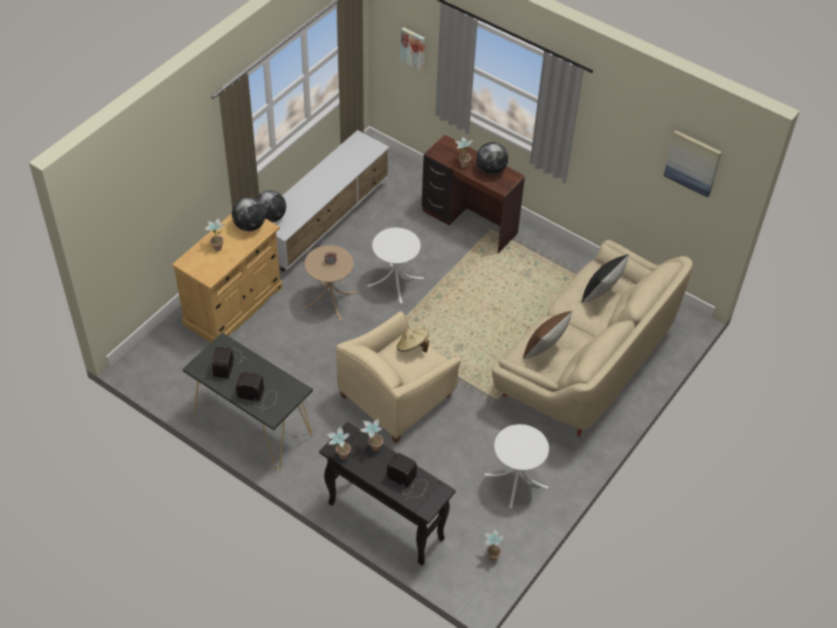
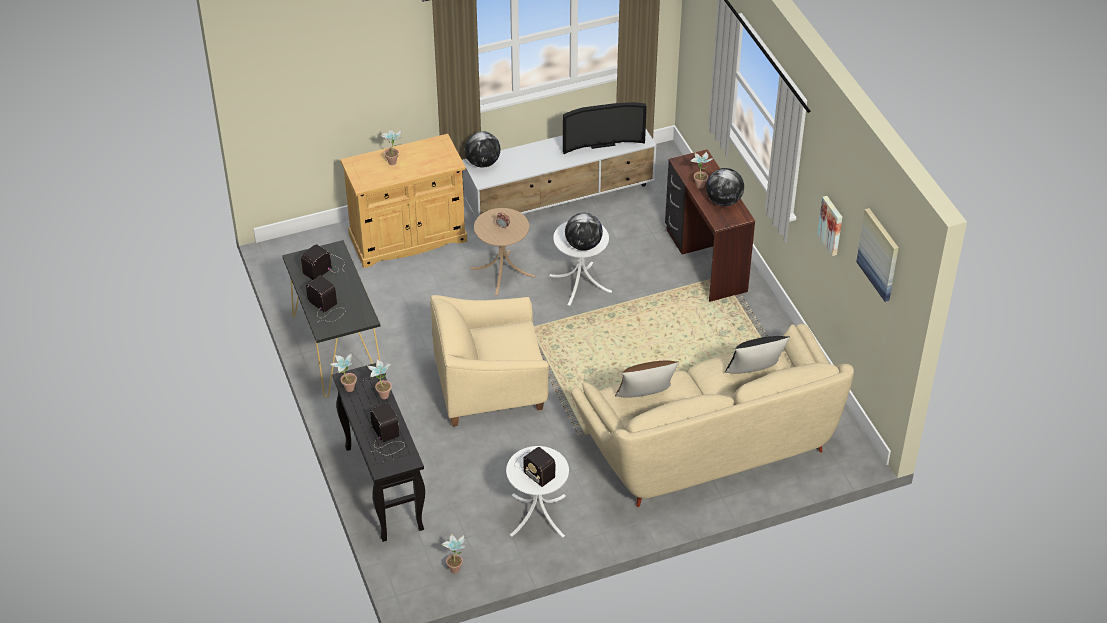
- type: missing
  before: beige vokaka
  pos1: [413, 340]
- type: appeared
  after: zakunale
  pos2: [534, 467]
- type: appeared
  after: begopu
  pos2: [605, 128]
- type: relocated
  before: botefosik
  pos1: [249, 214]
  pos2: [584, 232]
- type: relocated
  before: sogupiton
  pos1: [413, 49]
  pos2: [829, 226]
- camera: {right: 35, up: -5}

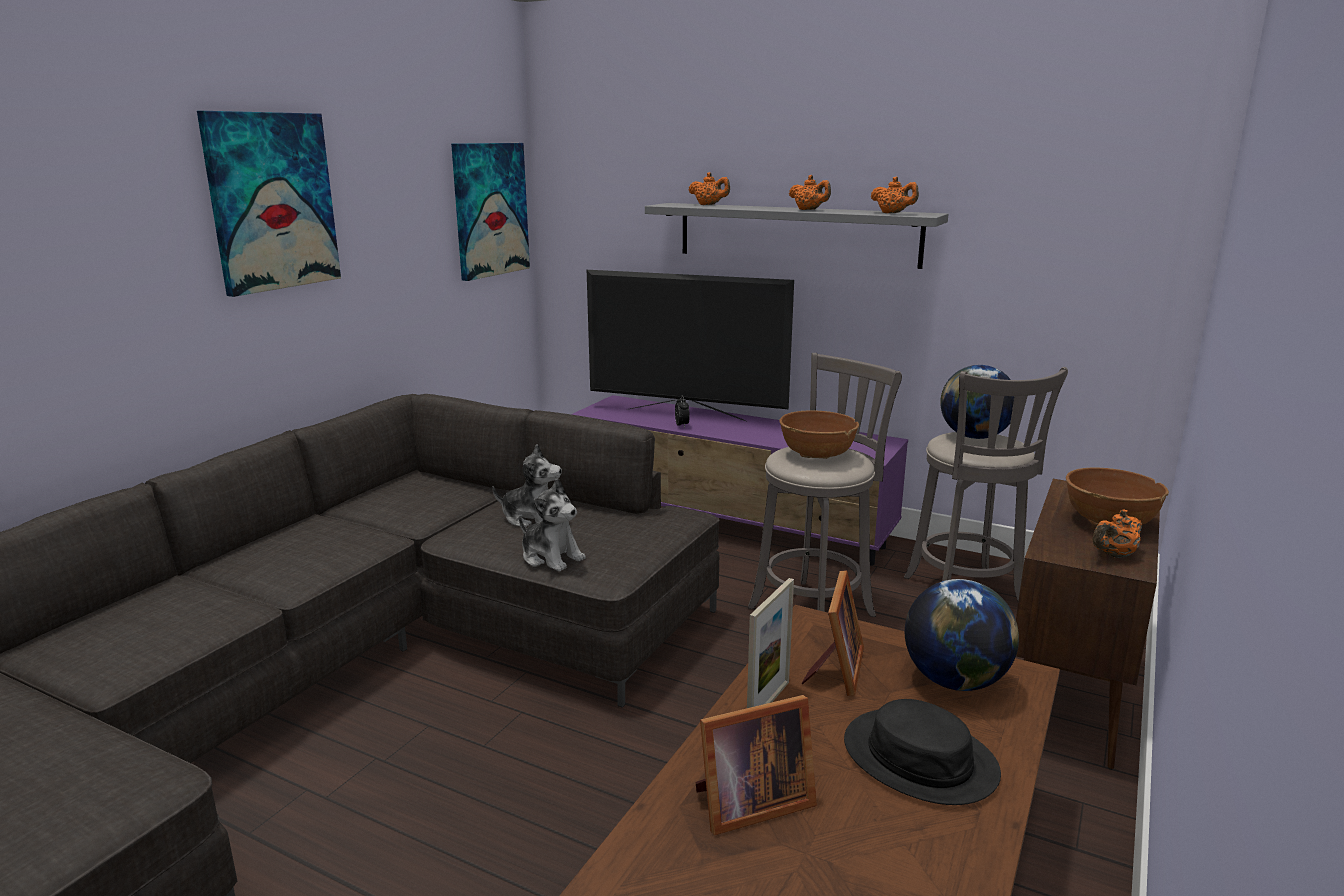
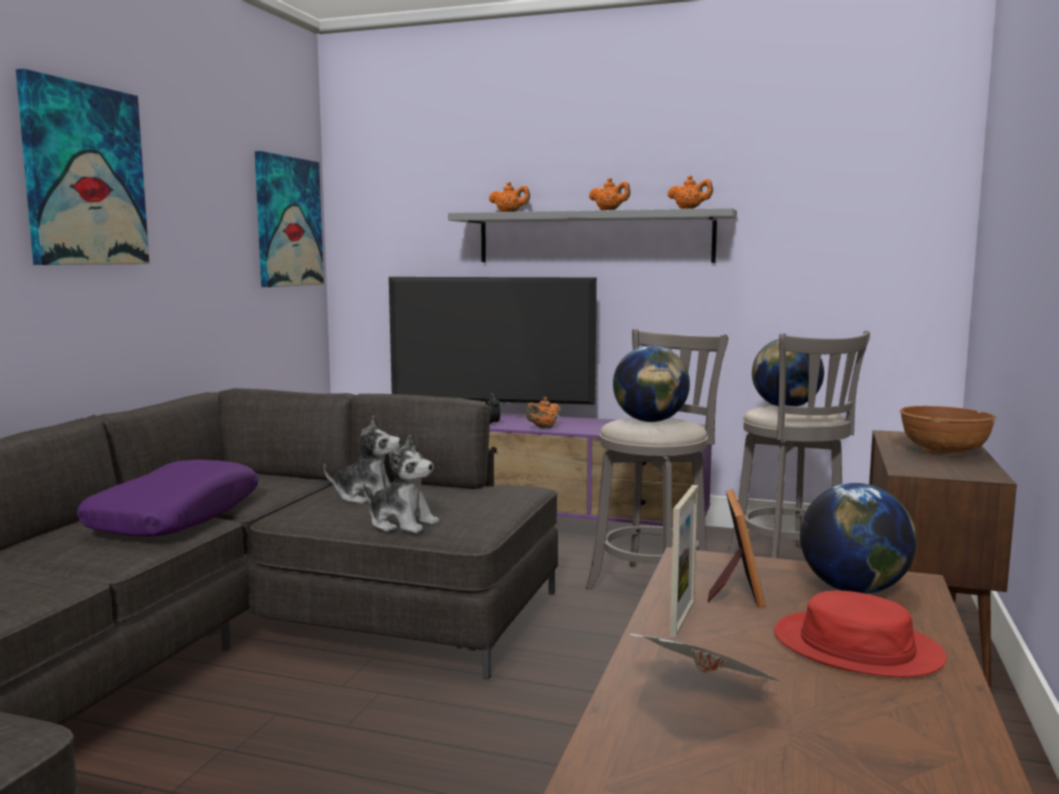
- type: appeared
  after: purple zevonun
  pos2: [167, 498]
- type: relocated
  before: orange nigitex
  pos1: [1117, 533]
  pos2: [543, 412]
- type: exchanged
  before: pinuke
  after: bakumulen
  pos1: [756, 765]
  pos2: [704, 657]
- type: exchanged
  before: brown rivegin
  after: botefosik
  pos1: [819, 434]
  pos2: [651, 383]
- type: colour
  before: black vokaka
  after: red vokaka
  pos1: [922, 752]
  pos2: [860, 634]
- camera: {right: -10, up: -10}

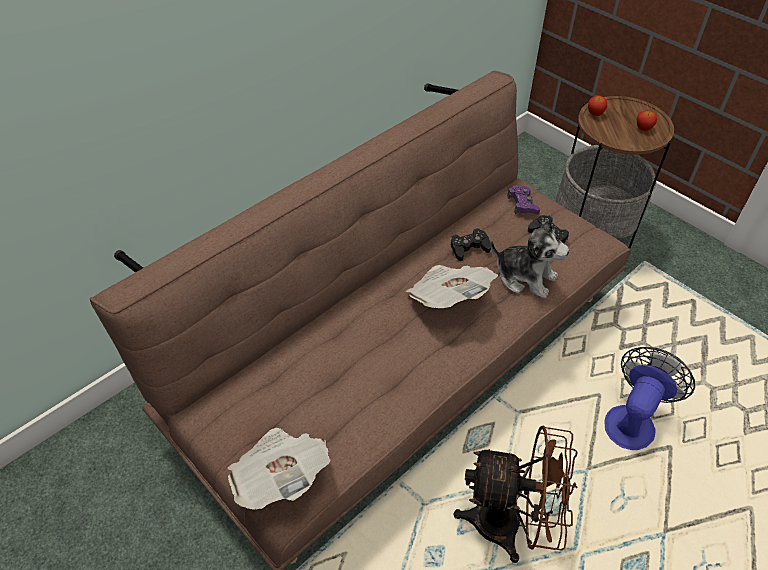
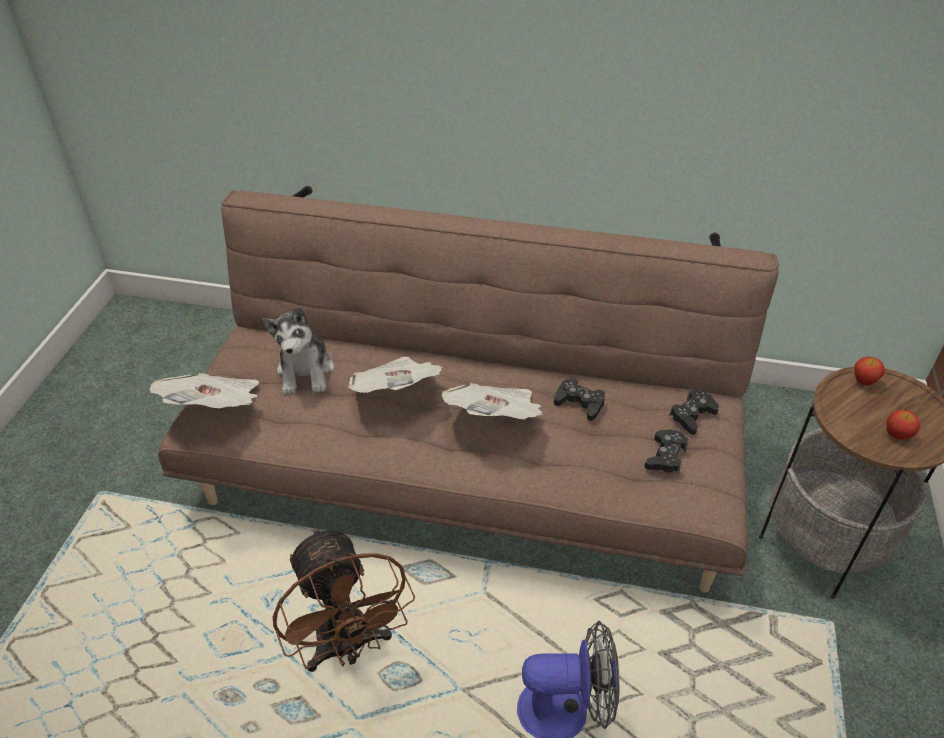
- type: appeared
  after: bakumulen
  pos2: [395, 375]
- type: relocated
  before: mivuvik
  pos1: [530, 259]
  pos2: [298, 350]
- type: colour
  before: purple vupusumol
  after: black vupusumol
  pos1: [523, 200]
  pos2: [694, 412]
- camera: {right: 55, up: -5}

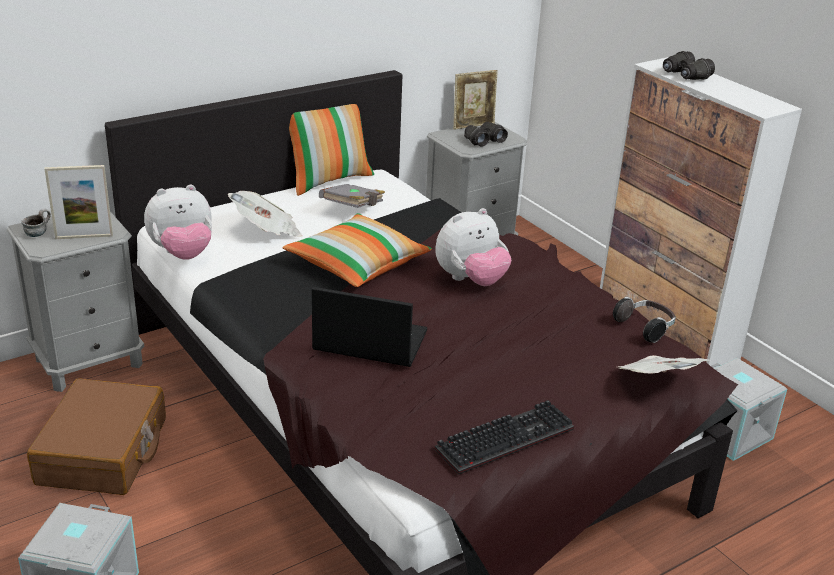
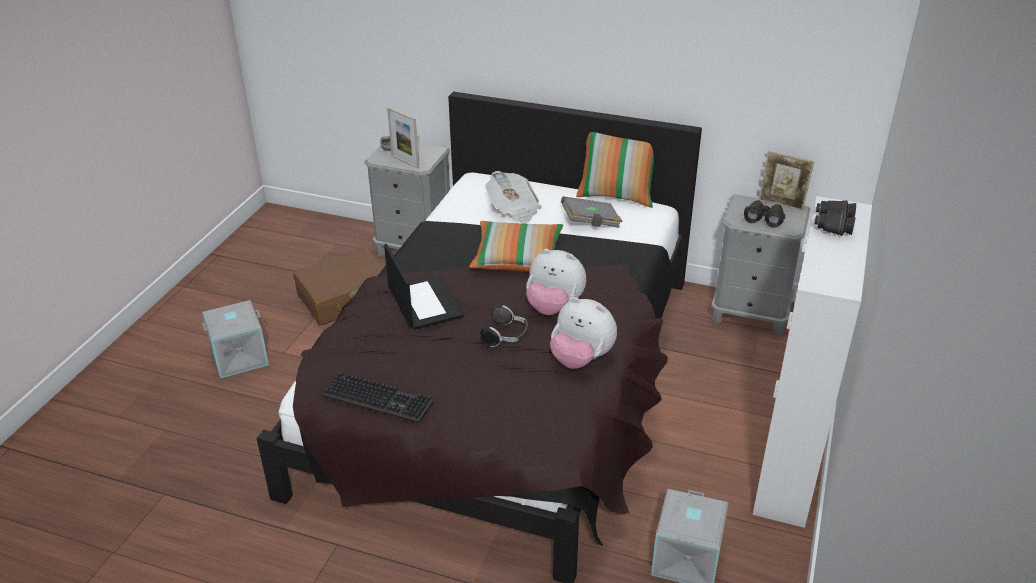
- type: missing
  before: bakumulen
  pos1: [664, 364]
- type: relocated
  before: mivuvik
  pos1: [178, 222]
  pos2: [583, 333]
- type: relocated
  before: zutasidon
  pos1: [644, 320]
  pos2: [504, 326]
- camera: {right: 55, up: 5}

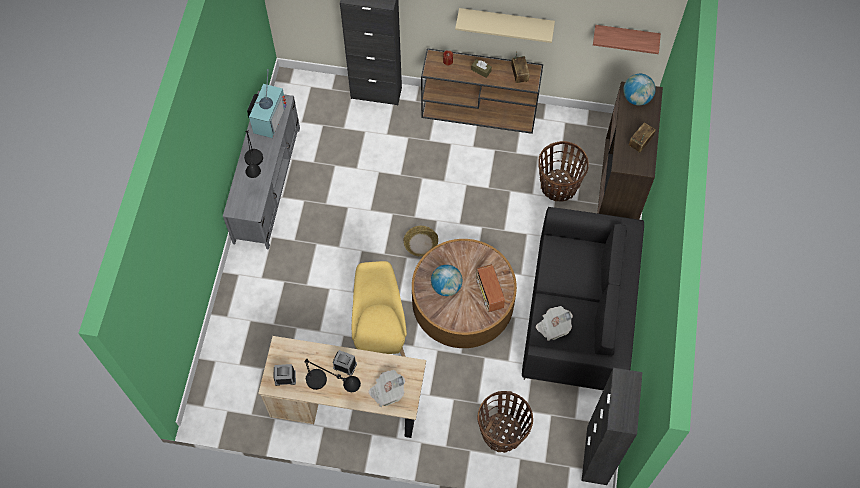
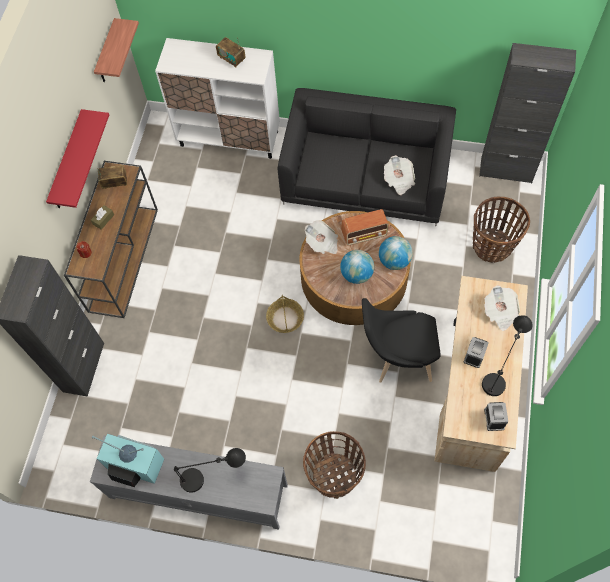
- type: appeared
  after: bakumulen
  pos2: [321, 237]
- type: relocated
  before: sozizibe
  pos1: [563, 171]
  pos2: [334, 465]
- type: relocated
  before: botefosik
  pos1: [639, 89]
  pos2: [396, 253]
- type: colour
  before: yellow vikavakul
  after: black vikavakul
  pos1: [379, 309]
  pos2: [401, 340]
- type: colour
  before: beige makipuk
  after: red makipuk
  pos1: [505, 25]
  pos2: [77, 158]
- type: colour
  before: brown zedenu
  after: white zedenu
  pos1: [630, 150]
  pos2: [217, 98]
- camera: {right: -85, up: 0}

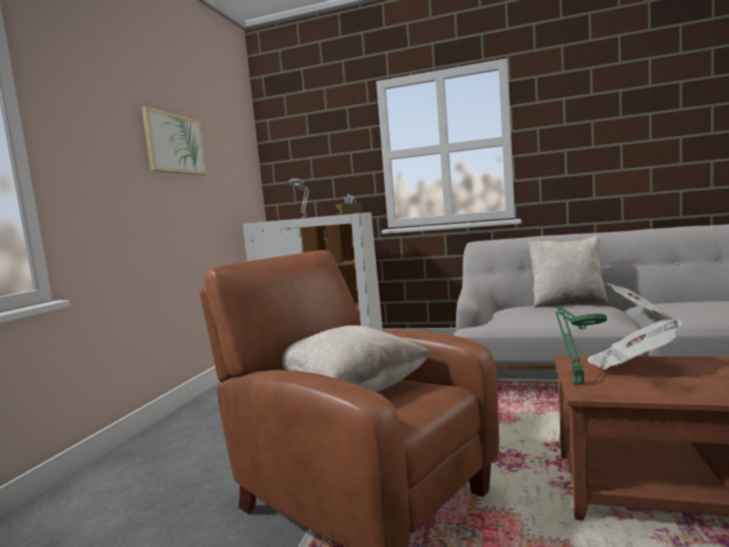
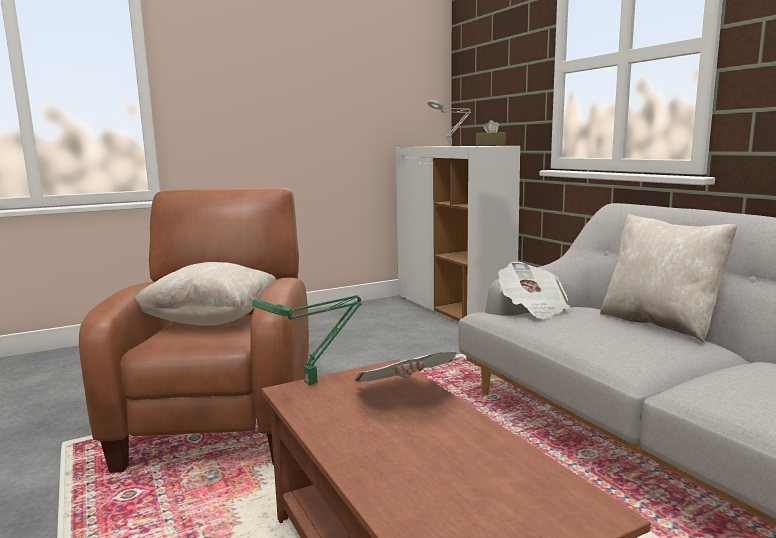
- type: missing
  before: sogupiton
  pos1: [174, 140]
- type: relocated
  before: bakumulen
  pos1: [638, 299]
  pos2: [534, 290]
- camera: {right: 45, up: 5}

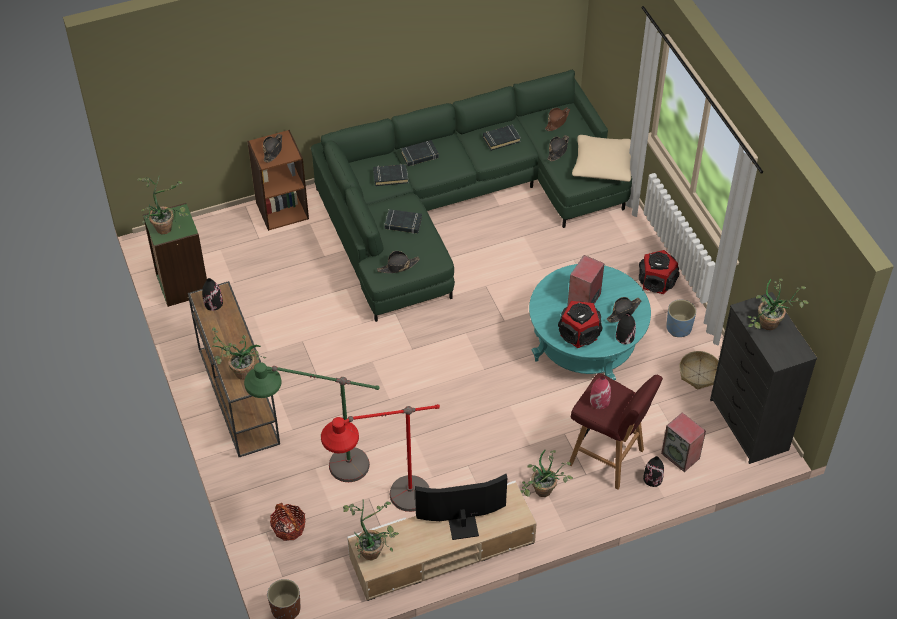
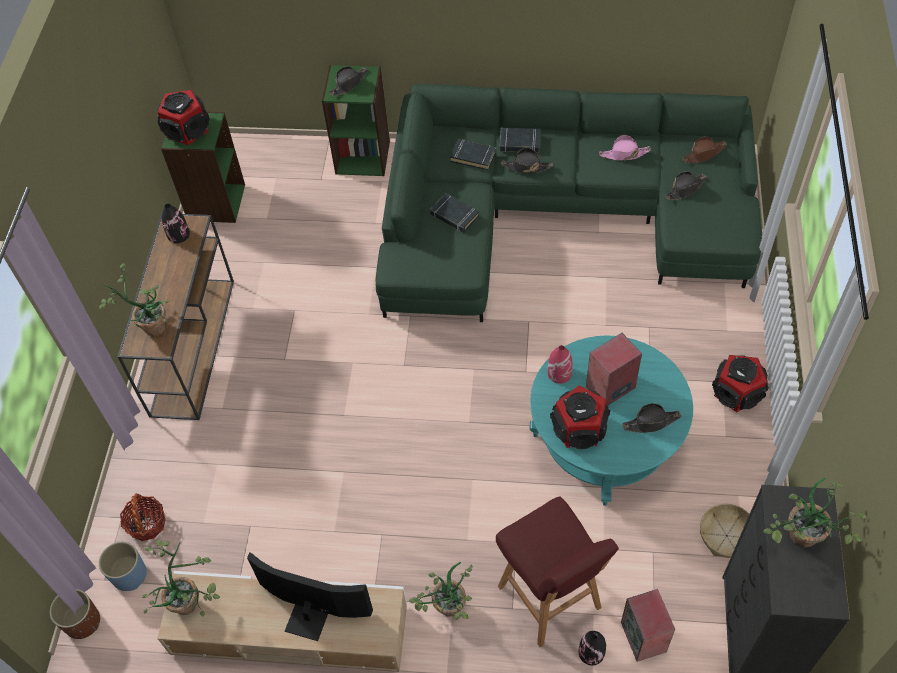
- type: missing
  before: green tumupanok
  pos1: [312, 422]
- type: missing
  before: red tumupanok
  pos1: [380, 458]
- type: missing
  before: beige zevonun
  pos1: [601, 158]
- type: missing
  before: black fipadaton
  pos1: [626, 328]
- type: relocated
  before: black vokaka
  pos1: [398, 262]
  pos2: [527, 160]
- type: relocated
  before: red fipadaton
  pos1: [600, 392]
  pos2: [559, 364]
- type: relocated
  before: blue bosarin
  pos1: [681, 318]
  pos2: [123, 566]
- type: exchanged
  before: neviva
  after: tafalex
  pos1: [163, 204]
  pos2: [183, 117]
- type: exchanged
  before: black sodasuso
  after: pink vokaka
  pos1: [502, 138]
  pos2: [625, 147]
- type: colour
  before: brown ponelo
  after: green ponelo
  pos1: [278, 180]
  pos2: [356, 120]
- camera: {right: 30, up: 5}

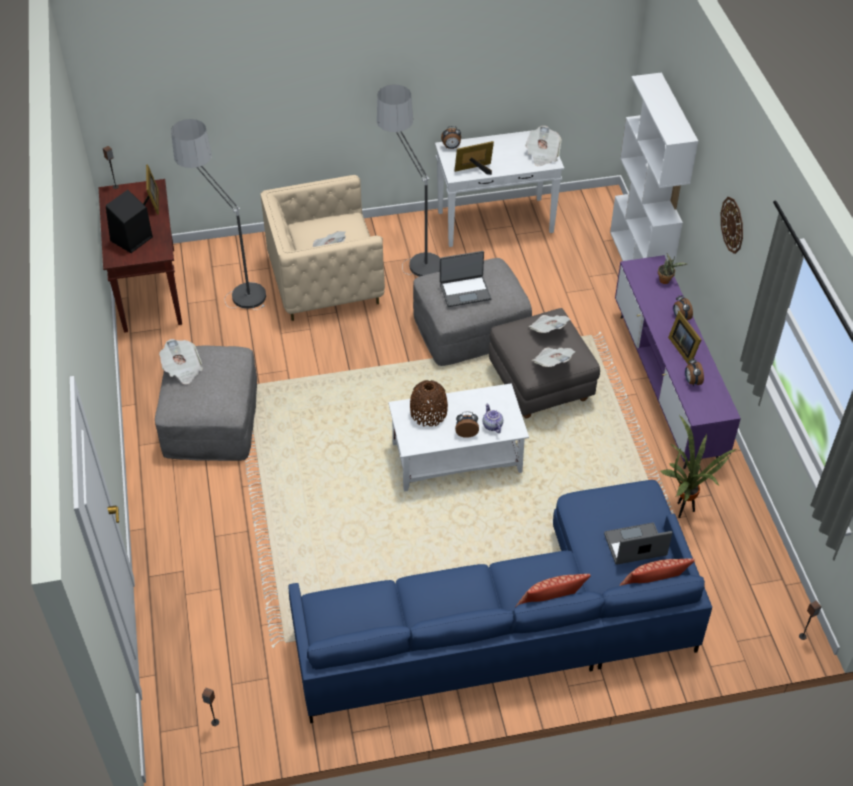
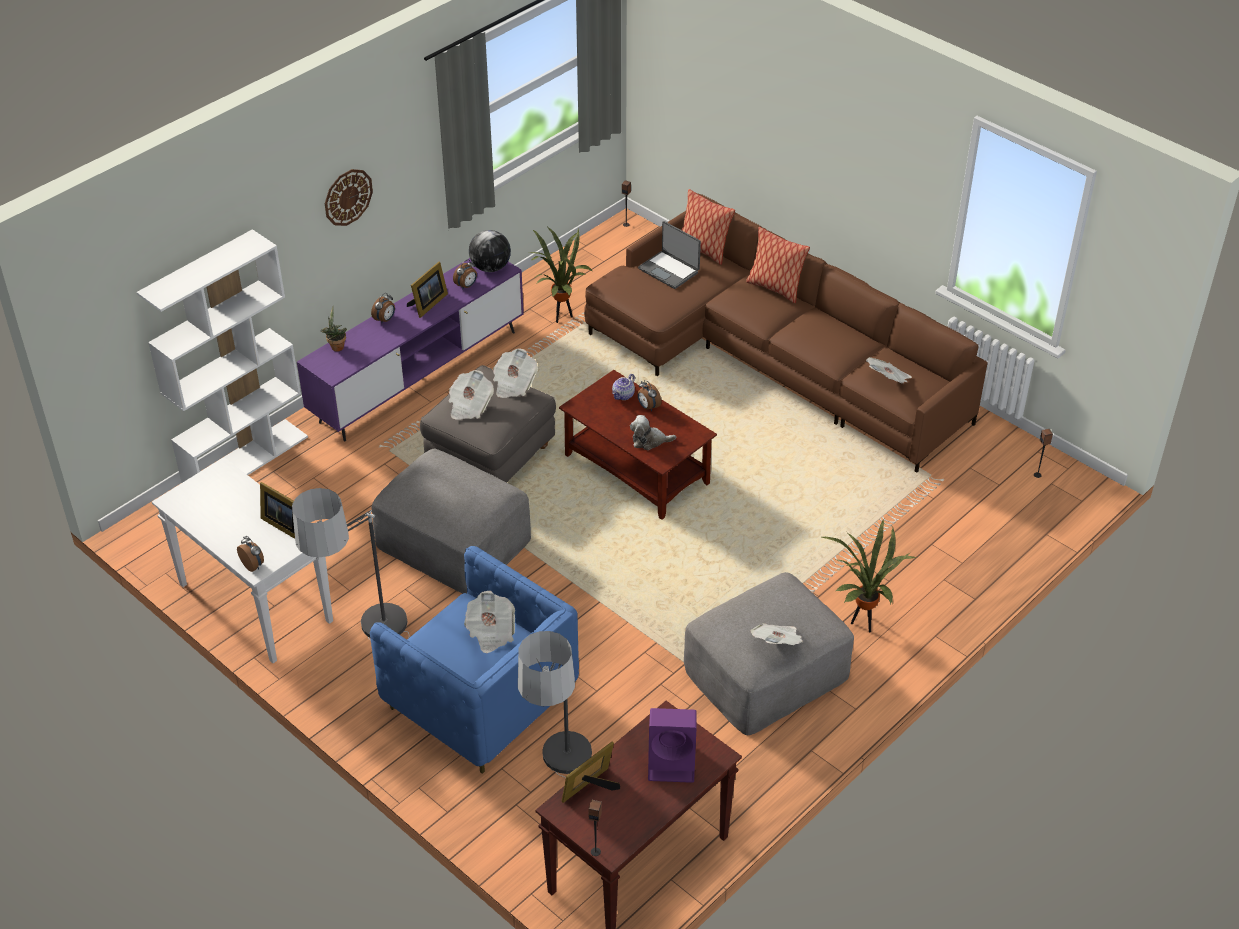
- type: missing
  before: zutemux
  pos1: [466, 279]
- type: appeared
  after: botefosik
  pos2: [490, 251]
- type: appeared
  after: neviva
  pos2: [869, 575]
- type: relocated
  before: bakumulen
  pos1: [543, 146]
  pos2: [889, 370]
- type: exchanged
  before: brown fipadaton
  after: mivuvik
  pos1: [429, 403]
  pos2: [653, 432]
- type: colour
  before: black tafalex
  after: purple tafalex
  pos1: [129, 221]
  pos2: [672, 745]
- type: colour
  before: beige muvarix
  after: blue muvarix
  pos1: [322, 248]
  pos2: [474, 660]
- type: colour
  before: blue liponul
  after: brown liponul
  pos1: [500, 601]
  pos2: [786, 333]
- type: colour
  before: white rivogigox
  after: brown rivogigox
  pos1: [458, 437]
  pos2: [638, 445]
- camera: {right: -125, up: -5}

